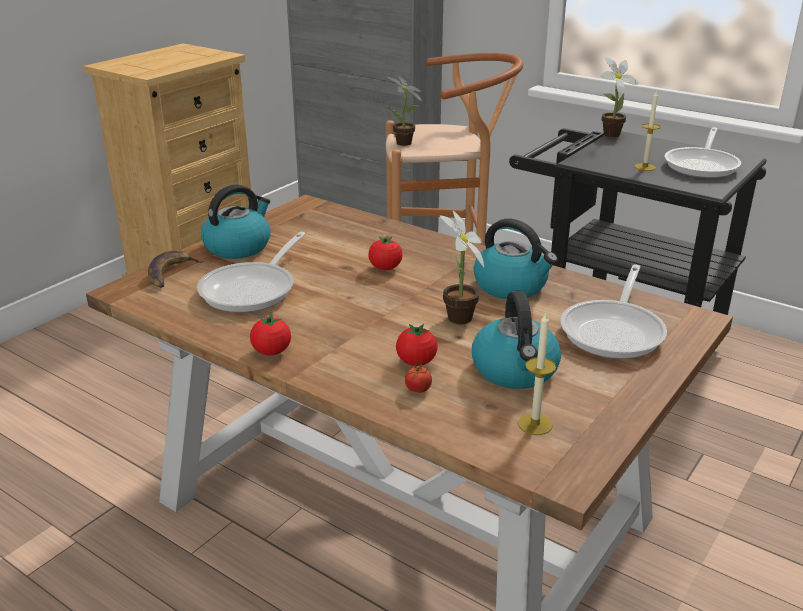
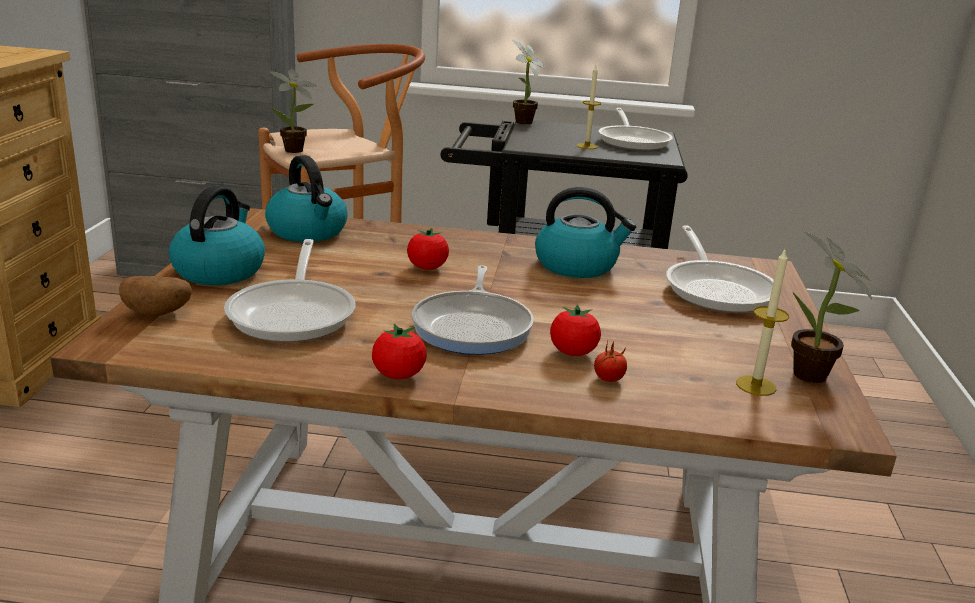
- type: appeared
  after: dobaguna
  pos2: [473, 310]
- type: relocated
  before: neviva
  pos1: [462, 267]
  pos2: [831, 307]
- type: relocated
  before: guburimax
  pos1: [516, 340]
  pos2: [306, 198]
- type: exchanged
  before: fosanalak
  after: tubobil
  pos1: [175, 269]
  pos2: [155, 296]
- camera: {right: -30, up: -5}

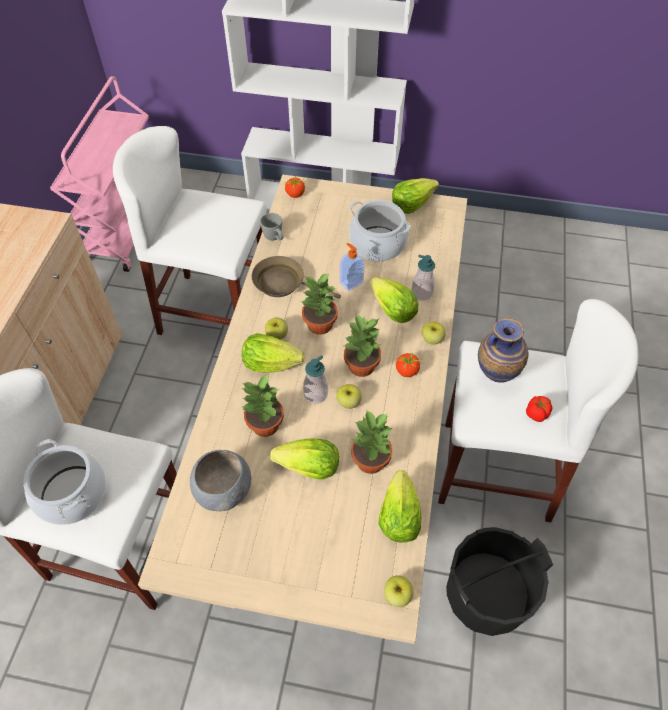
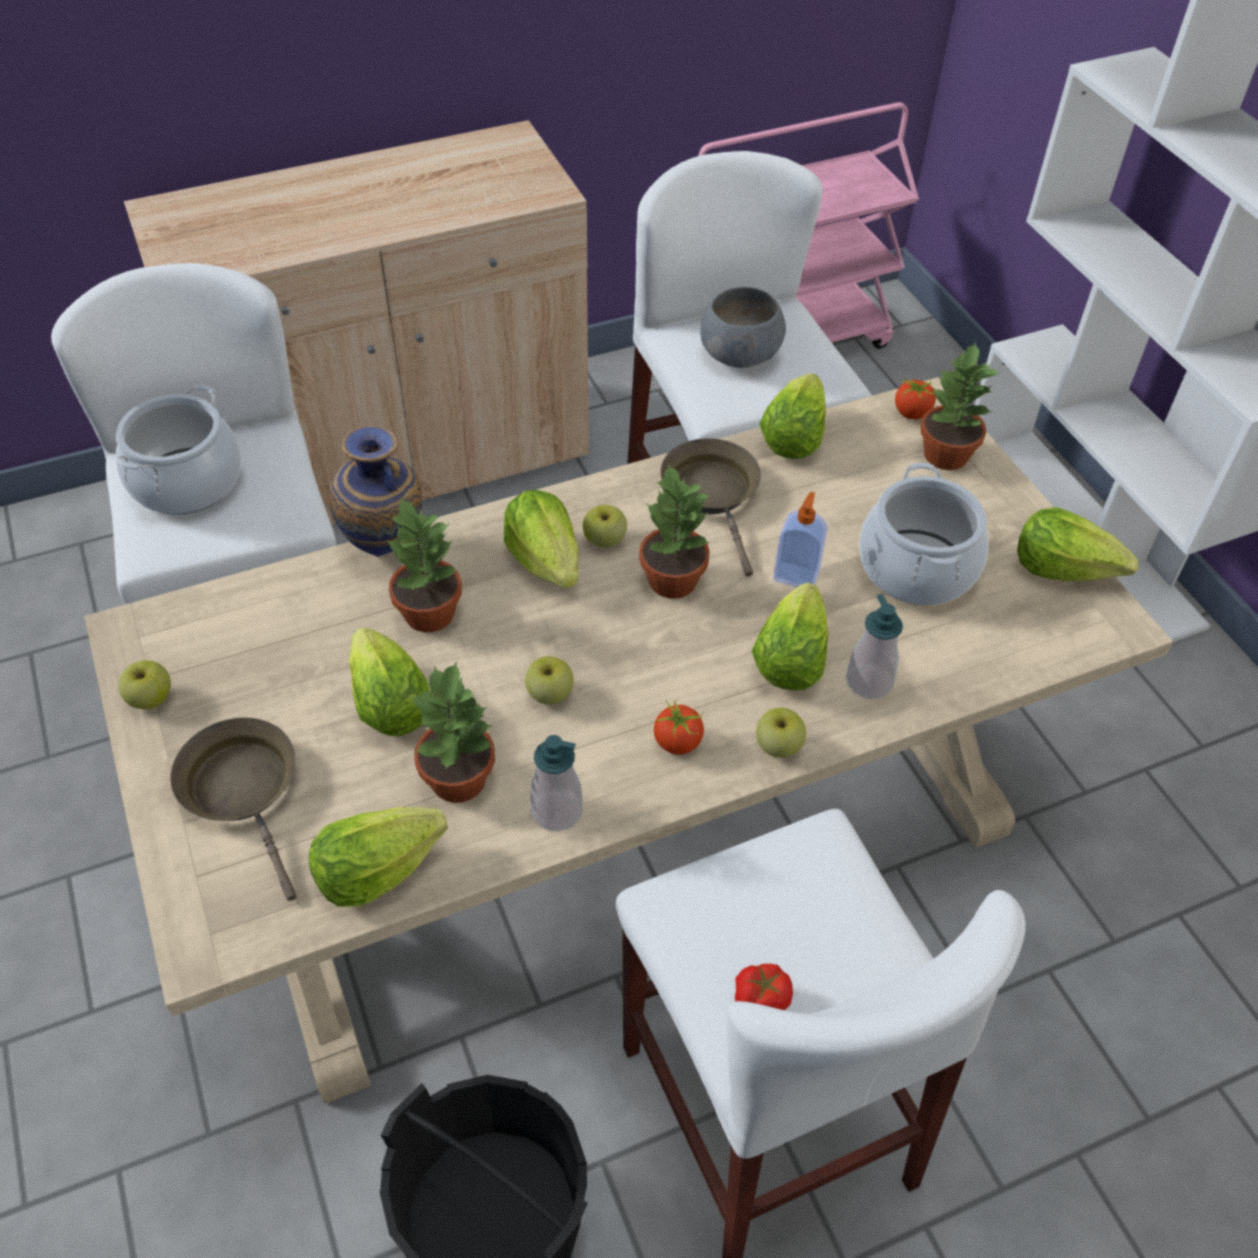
- type: appeared
  after: brown dobaguna
  pos2: [233, 809]
- type: relocated
  before: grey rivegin
  pos1: [220, 480]
  pos2: [743, 327]
- type: relocated
  before: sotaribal
  pos1: [315, 379]
  pos2: [556, 783]
- type: relocated
  before: neviva
  pos1: [362, 346]
  pos2: [959, 406]
- type: relocated
  before: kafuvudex
  pos1: [399, 591]
  pos2: [144, 684]
- type: relocated
  before: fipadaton
  pos1: [503, 350]
  pos2: [375, 491]
- type: exchanged
  before: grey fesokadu
  after: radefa
  pos1: [271, 227]
  pos2: [792, 416]
- camera: {right: 55, up: -5}

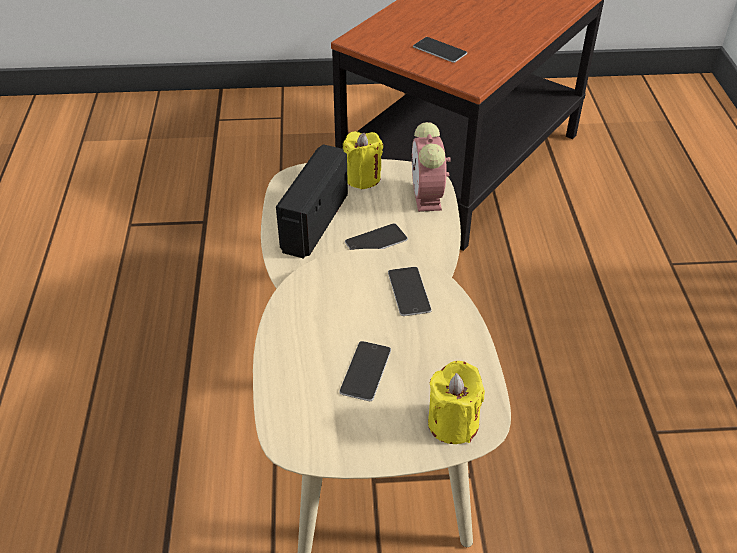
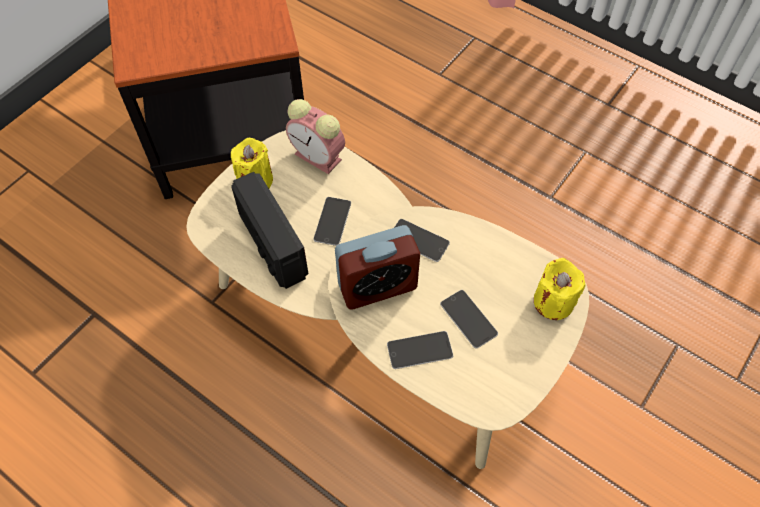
- type: appeared
  after: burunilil
  pos2: [377, 267]
- type: relocated
  before: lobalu
  pos1: [440, 50]
  pos2: [420, 350]
- camera: {right: -50, up: 15}

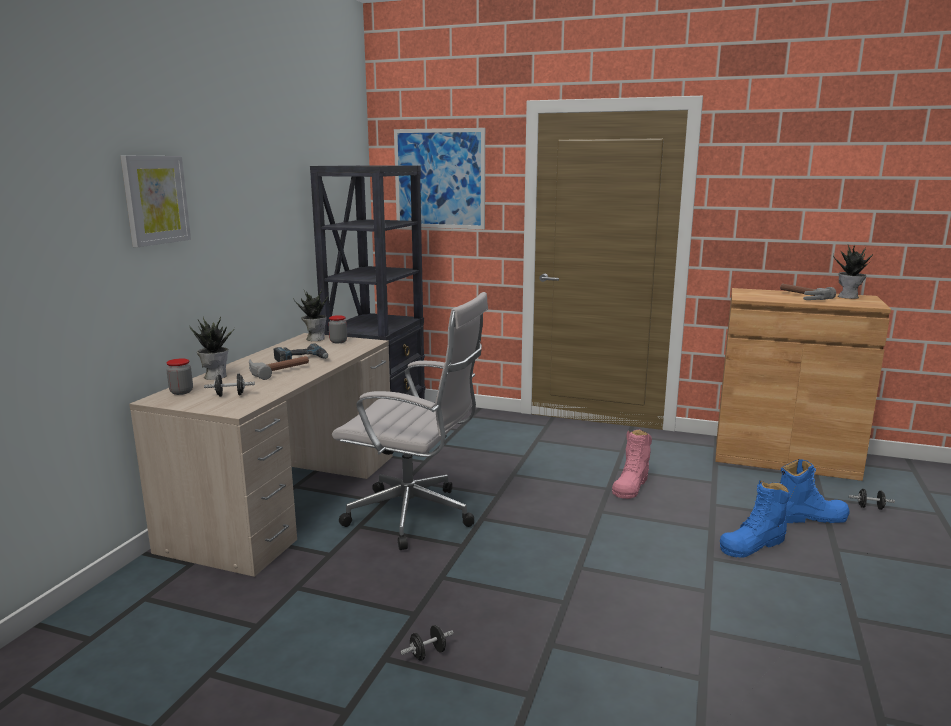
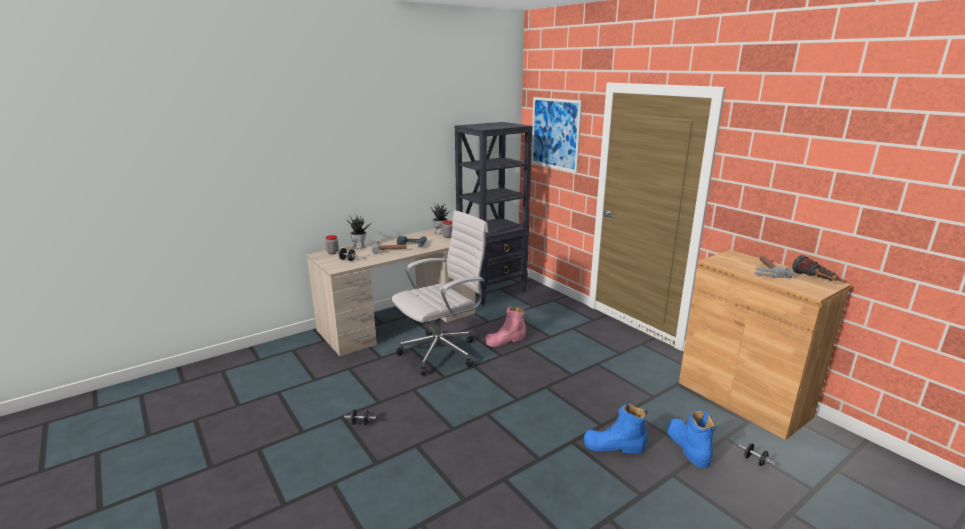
- type: missing
  before: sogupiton
  pos1: [156, 201]
- type: relocated
  before: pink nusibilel
  pos1: [632, 464]
  pos2: [506, 326]
- type: exchanged
  before: neviva
  after: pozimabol
  pos1: [853, 272]
  pos2: [815, 268]
- type: spun
  before: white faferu
  pos1: [410, 421]
  pos2: [440, 292]
  turn: -90
- type: spun
  before: blue nusibilel
  pos1: [814, 491]
  pos2: [691, 439]
  turn: -135
- camera: {right: 35, up: 5}

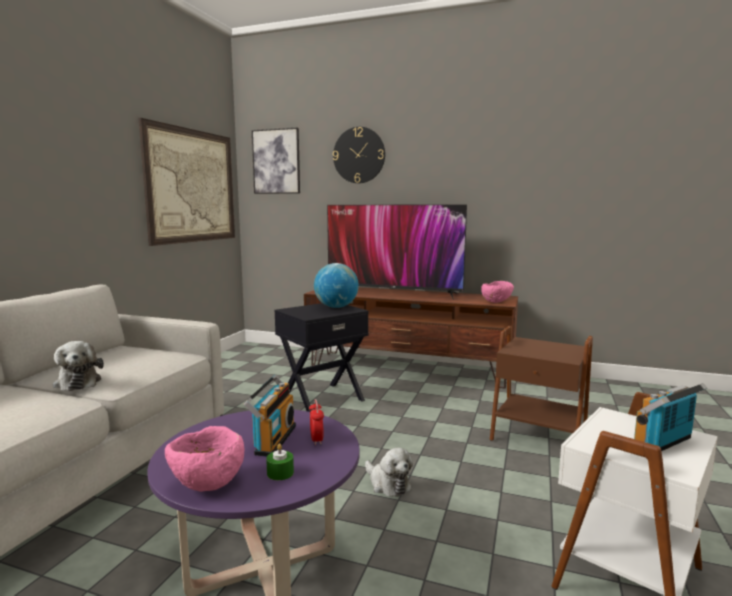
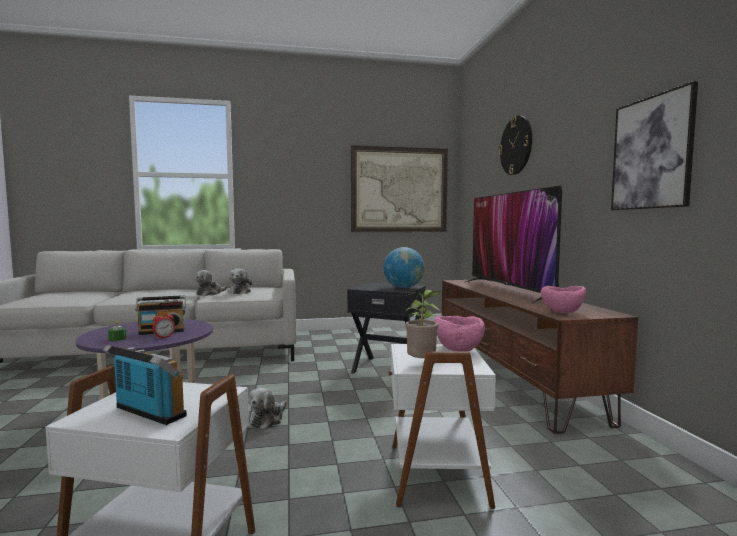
- type: appeared
  after: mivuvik
  pos2: [240, 281]
- type: appeared
  after: neviva
  pos2: [422, 324]
- type: relocated
  before: pink rivegin
  pos1: [204, 459]
  pos2: [460, 333]
- type: relocated
  before: sogupiton
  pos1: [276, 161]
  pos2: [654, 145]
- type: colour
  before: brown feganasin
  after: white feganasin
  pos1: [541, 383]
  pos2: [442, 426]
- camera: {right: 60, up: -5}

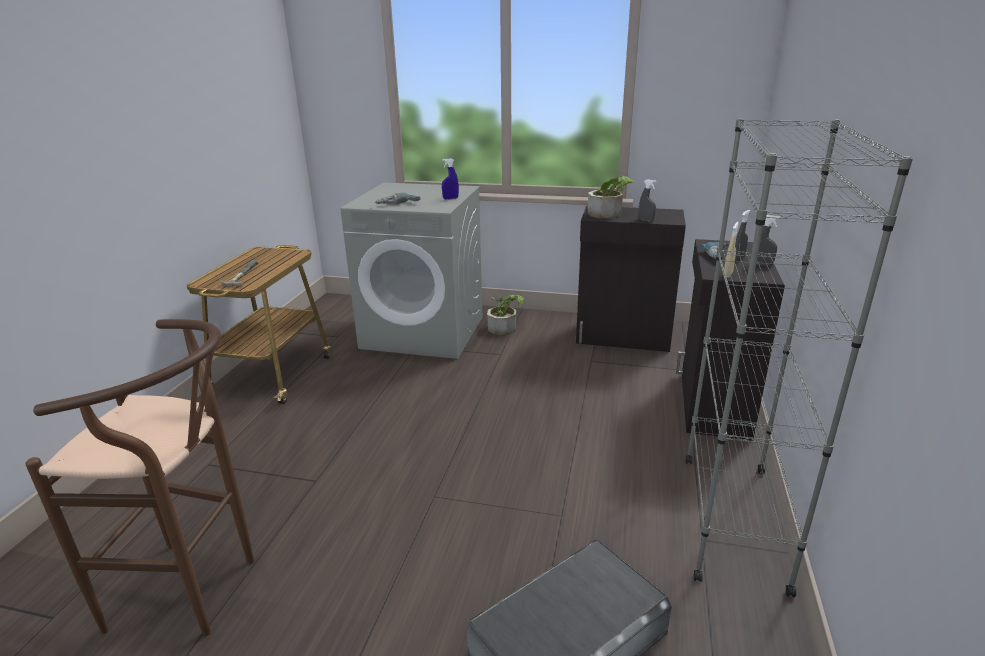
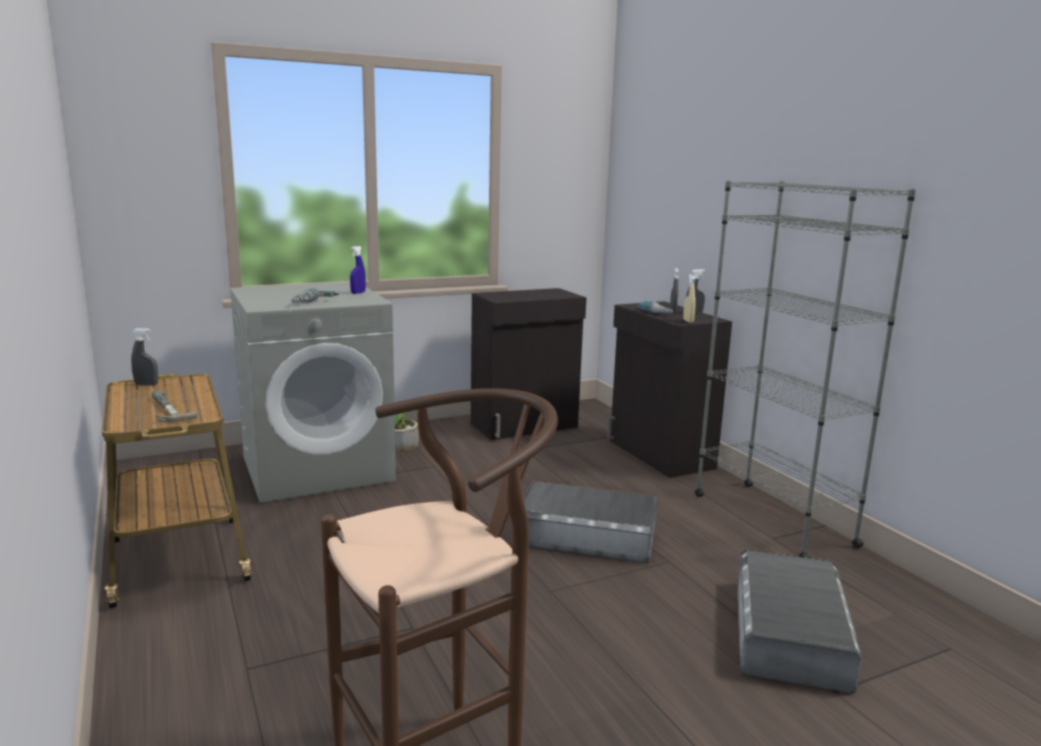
- type: missing
  before: neviva
  pos1: [610, 197]
- type: appeared
  after: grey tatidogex
  pos2: [590, 522]
- type: relocated
  before: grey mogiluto
  pos1: [647, 200]
  pos2: [144, 357]
- camera: {right: -40, up: -10}

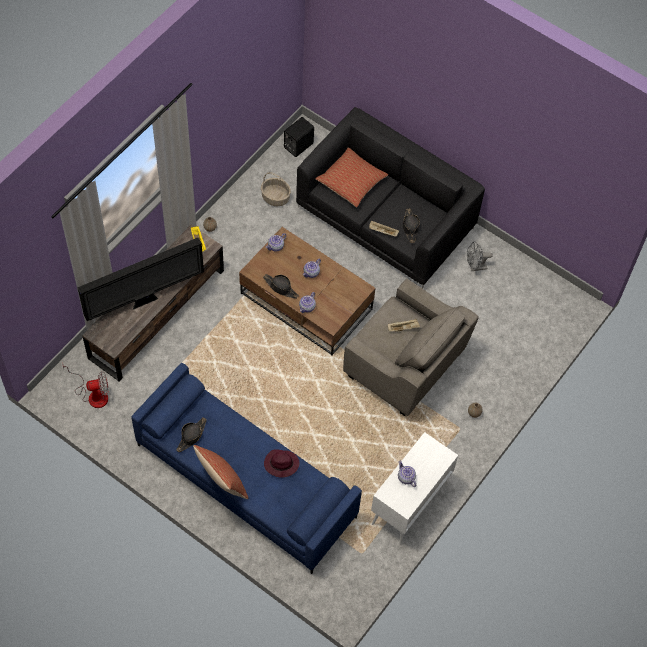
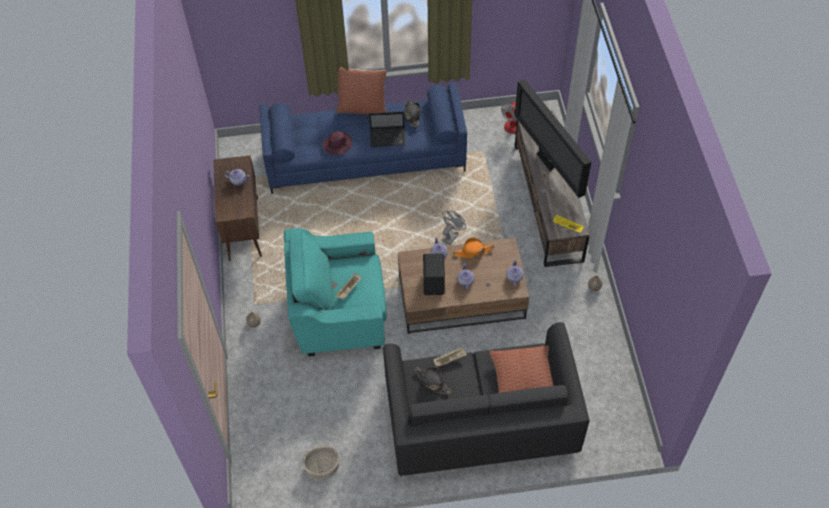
- type: appeared
  after: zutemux
  pos2: [387, 129]
- type: relocated
  before: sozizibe
  pos1: [276, 189]
  pos2: [321, 462]
- type: relocated
  before: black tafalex
  pos1: [299, 137]
  pos2: [434, 274]
- type: relocated
  before: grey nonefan
  pos1: [480, 256]
  pos2: [454, 228]
- type: colour
  before: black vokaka
  after: orange vokaka
  pos1: [281, 286]
  pos2: [473, 248]
- type: colour
  before: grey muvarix
  after: turquoise muvarix
  pos1: [411, 347]
  pos2: [335, 292]
- type: colour
  before: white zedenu
  after: brown zedenu
  pos1: [414, 488]
  pos2: [237, 208]
- type: spun
  before: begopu
  pos1: [140, 279]
  pos2: [553, 138]
  turn: -45
- camera: {right: 140, up: -5}

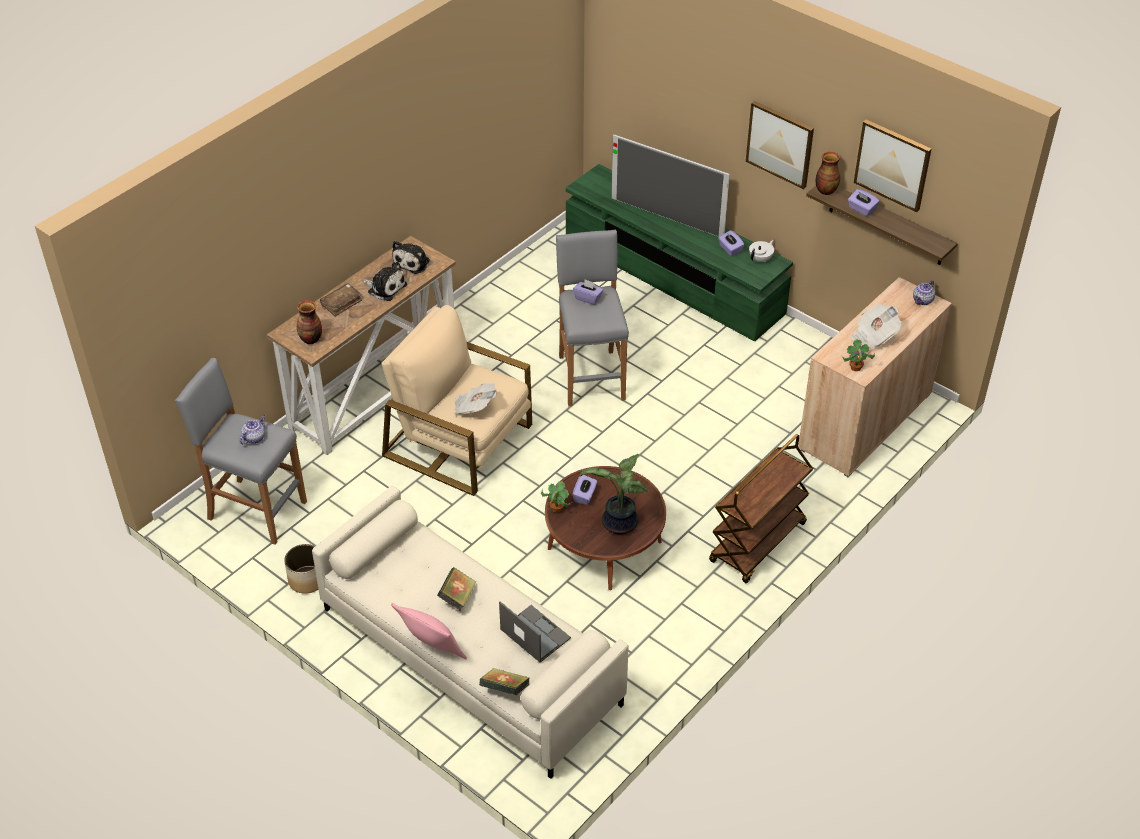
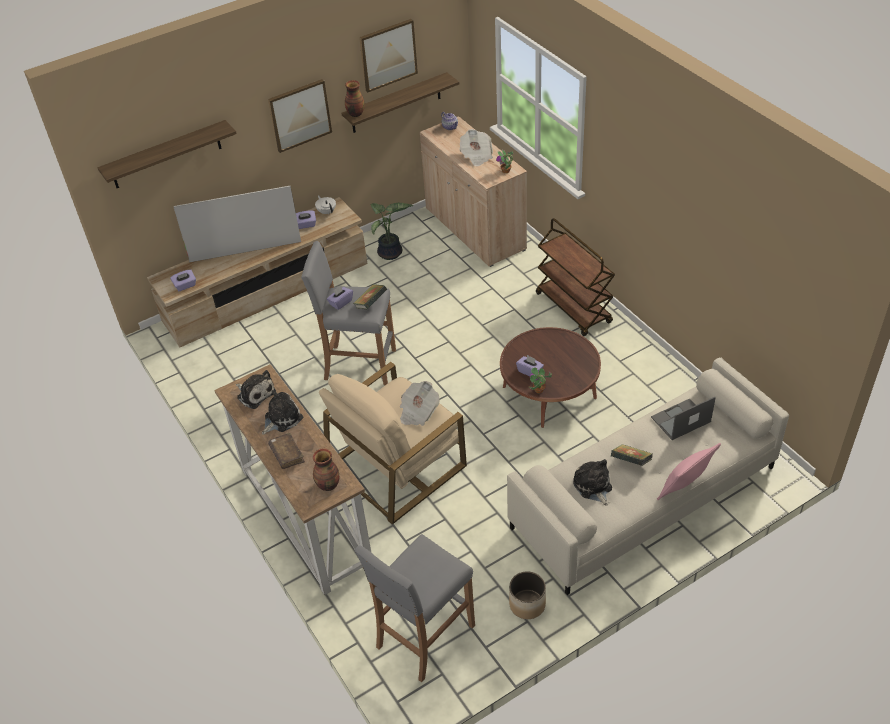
- type: missing
  before: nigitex
  pos1: [252, 429]
- type: appeared
  after: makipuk
  pos2: [167, 154]
- type: appeared
  after: mivuvik
  pos2: [592, 482]
- type: relocated
  before: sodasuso
  pos1: [504, 681]
  pos2: [370, 297]
- type: relocated
  before: neviva
  pos1: [614, 494]
  pos2: [391, 231]
- type: relocated
  before: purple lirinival
  pos1: [864, 203]
  pos2: [183, 280]
- type: colour
  before: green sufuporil
  after: beige sufuporil
  pos1: [679, 252]
  pos2: [257, 272]
- type: spun
  before: begopu
  pos1: [670, 185]
  pos2: [237, 224]
  turn: -150
- camera: {right: -70, up: 0}

